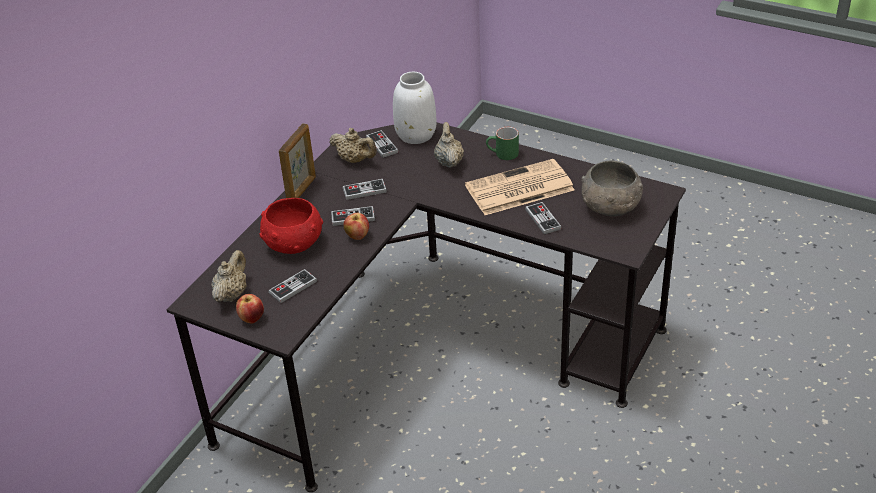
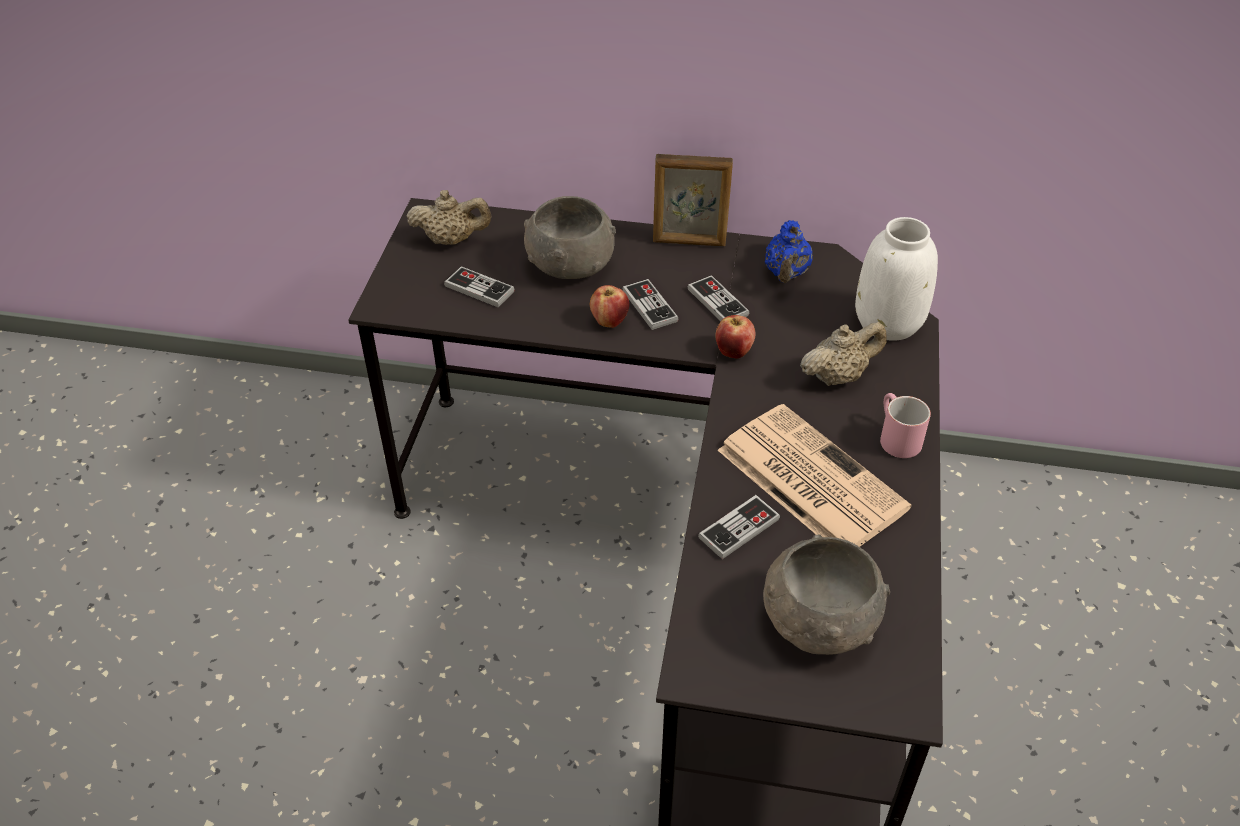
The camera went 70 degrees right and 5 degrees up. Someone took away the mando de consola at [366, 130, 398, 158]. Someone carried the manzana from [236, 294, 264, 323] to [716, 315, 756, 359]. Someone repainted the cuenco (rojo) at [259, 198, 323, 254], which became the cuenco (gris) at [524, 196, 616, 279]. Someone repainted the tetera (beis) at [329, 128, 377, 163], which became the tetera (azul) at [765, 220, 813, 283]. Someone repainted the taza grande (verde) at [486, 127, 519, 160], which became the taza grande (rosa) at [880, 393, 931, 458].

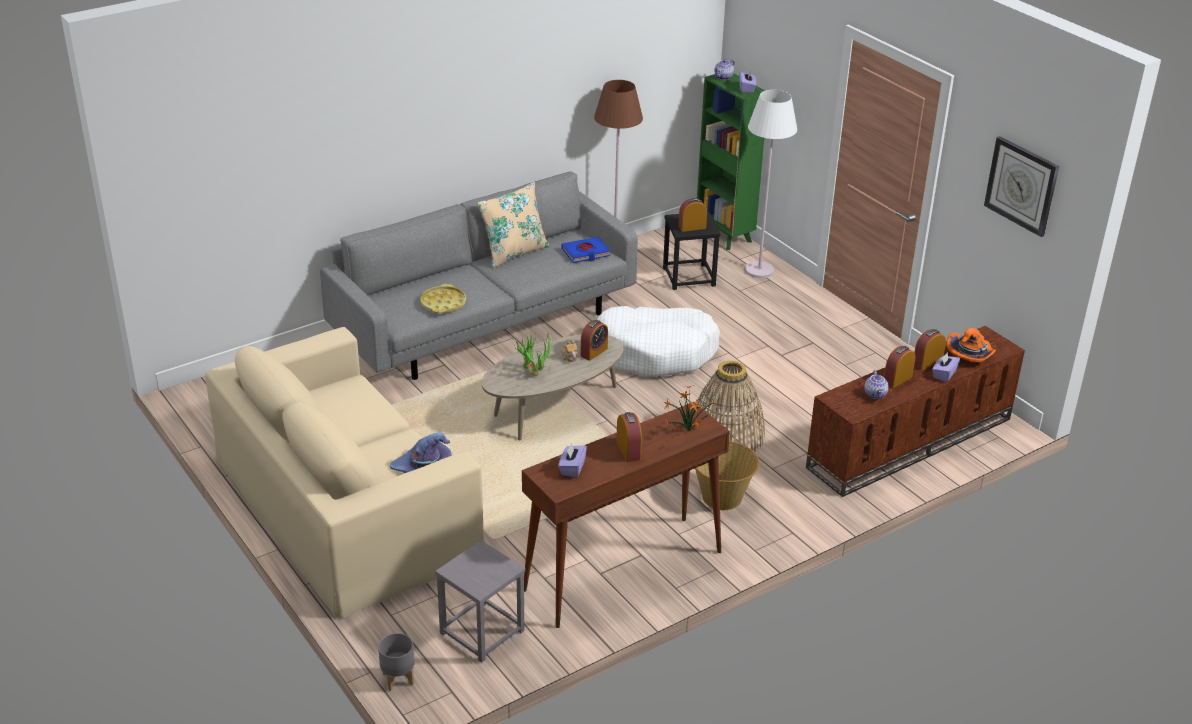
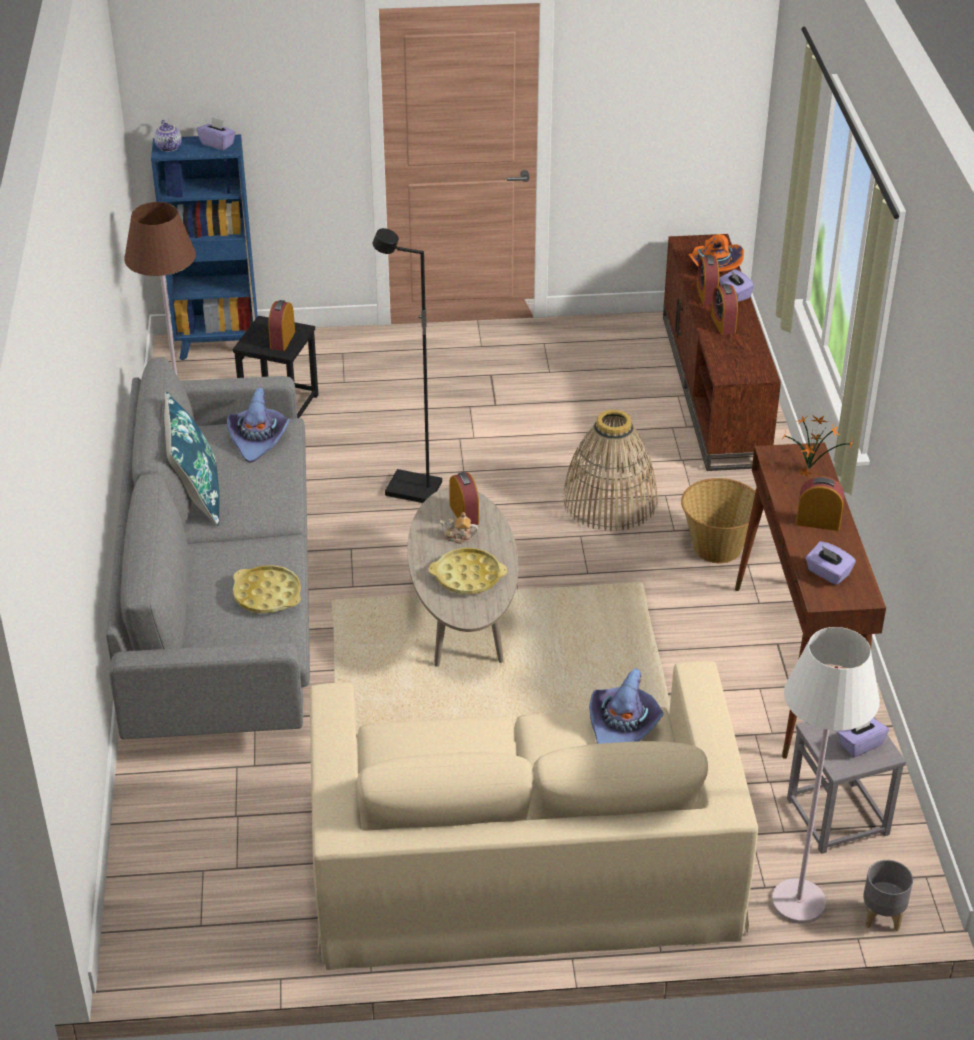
The camera went 60 degrees left and 5 degrees up. Someone took away the tetera at [864, 370, 889, 399]. Someone took away the reloj de pared at [984, 136, 1059, 237]. Someone put down the caja de pañuelos (morado) at [838, 718, 889, 757]. Someone carried the lámpara de pie (blanco) from [745, 90, 797, 278] to [772, 627, 880, 924]. Someone swapped the planta en maceta at [513, 333, 552, 376] for the bandeja (amarillo) at [429, 548, 507, 594]. Someone swapped the libro (azul) at [561, 237, 610, 263] for the sombrero (morado) at [227, 388, 290, 463]. Someone swapped the cama para perro (blanco) at [596, 306, 720, 377] for the lámpara de pie (negro) at [373, 228, 442, 503]. Someone repainted the cojín (beis) at [477, 182, 549, 268], which became the cojín (azul) at [164, 392, 219, 526]. Someone repainted the estantería (verde) at [697, 74, 765, 250], which became the estantería (azul) at [151, 134, 257, 360].

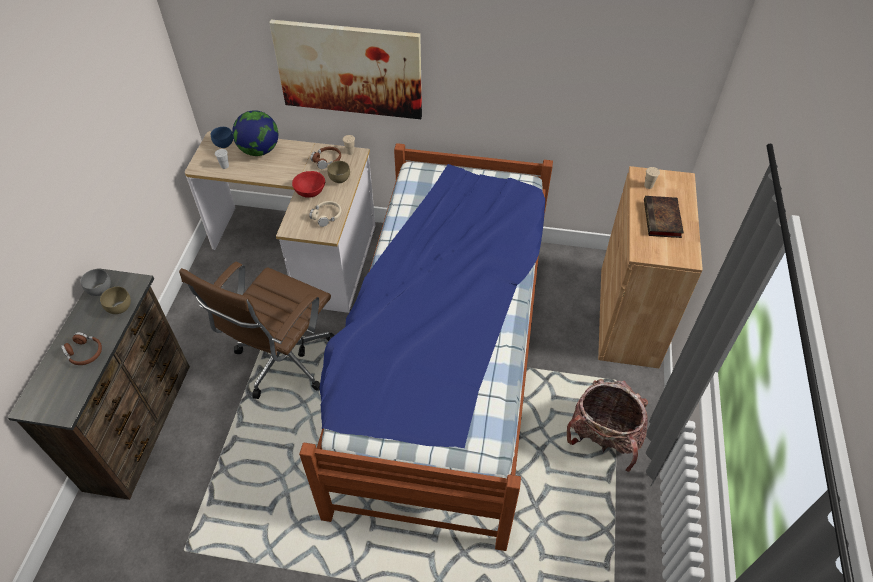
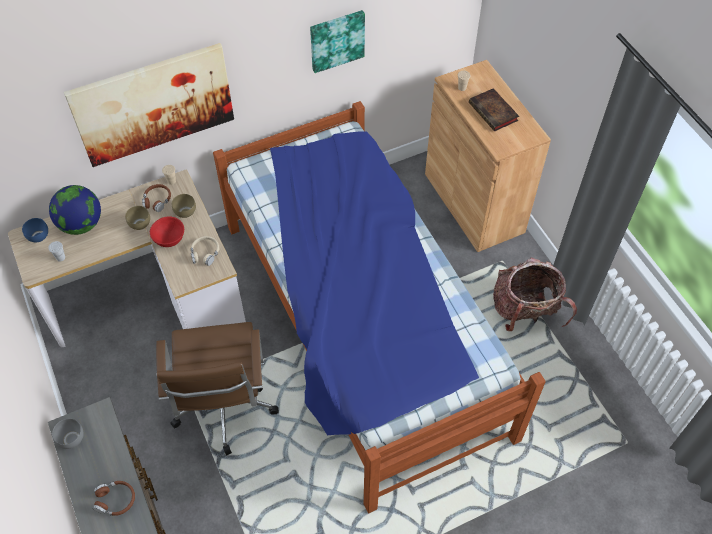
The camera went 35 degrees left and 5 degrees up. Someone put up the cuadro at [310, 10, 365, 73]. Someone carried the cuenco (marrón) from [100, 287, 131, 314] to [125, 206, 150, 230].

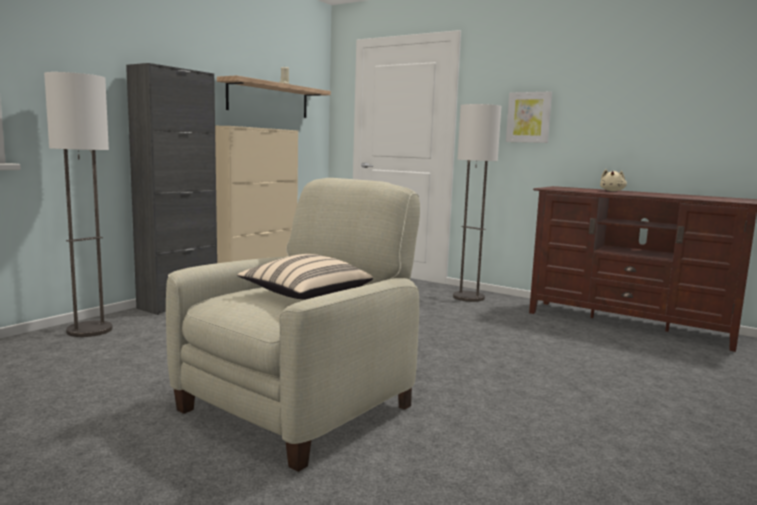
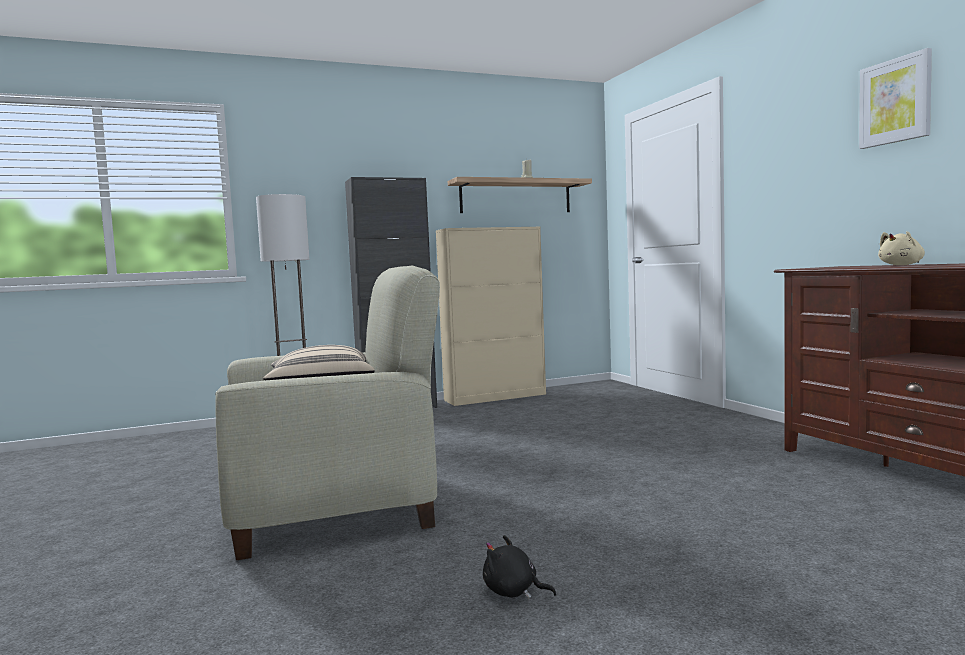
The camera went 35 degrees right and 5 degrees down. Someone took away the lámpara de pie at [453, 104, 501, 302]. Someone put down the peluche (negro) at [483, 535, 557, 599]. Someone carried the cuadro from [506, 91, 552, 143] to [859, 48, 932, 149].

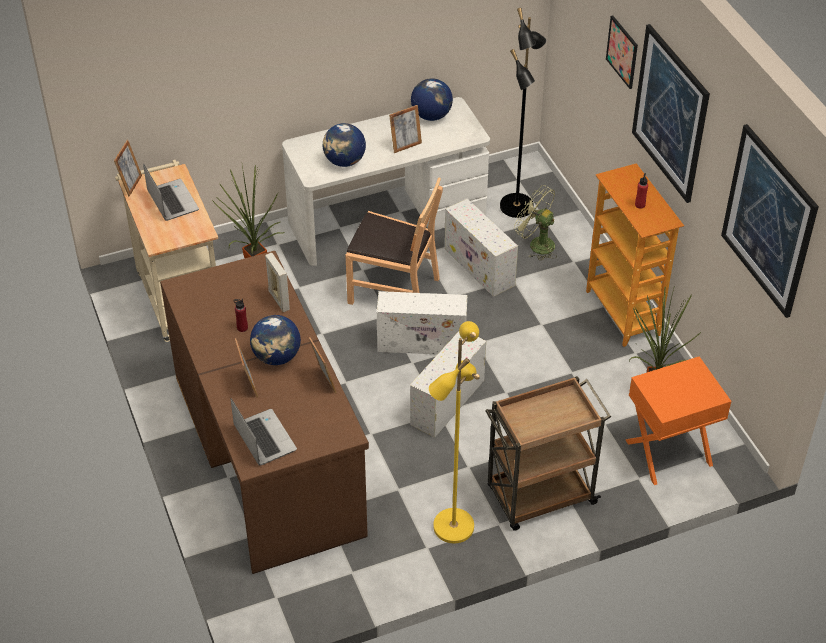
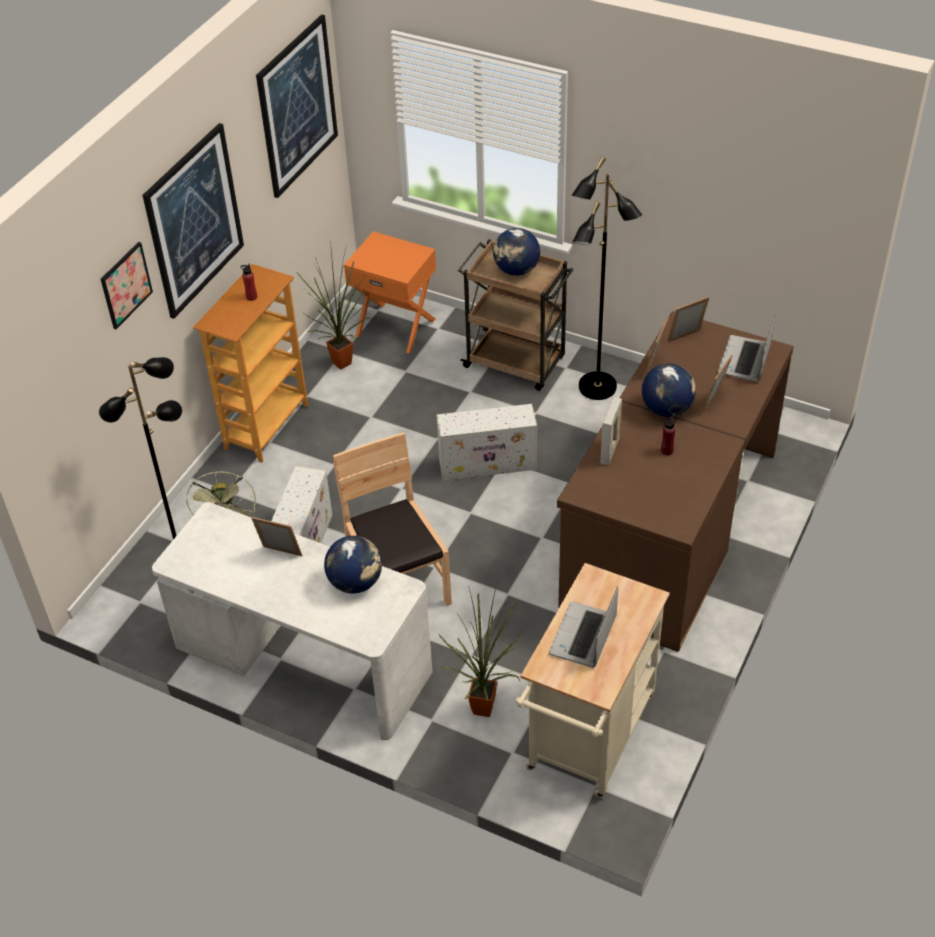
The camera went 130 degrees left and 0 degrees up. Someone took away the caja de almacenaje (blanco) at [377, 291, 467, 354]. Someone carried the portarretratos from [114, 140, 142, 196] to [667, 297, 709, 342]. Someone carried the globo terráqueo from [411, 78, 453, 121] to [493, 228, 540, 276]. Someone repainted the lámpara de pie (amarillo) at [429, 321, 480, 543], which became the lámpara de pie (negro) at [571, 157, 642, 400].

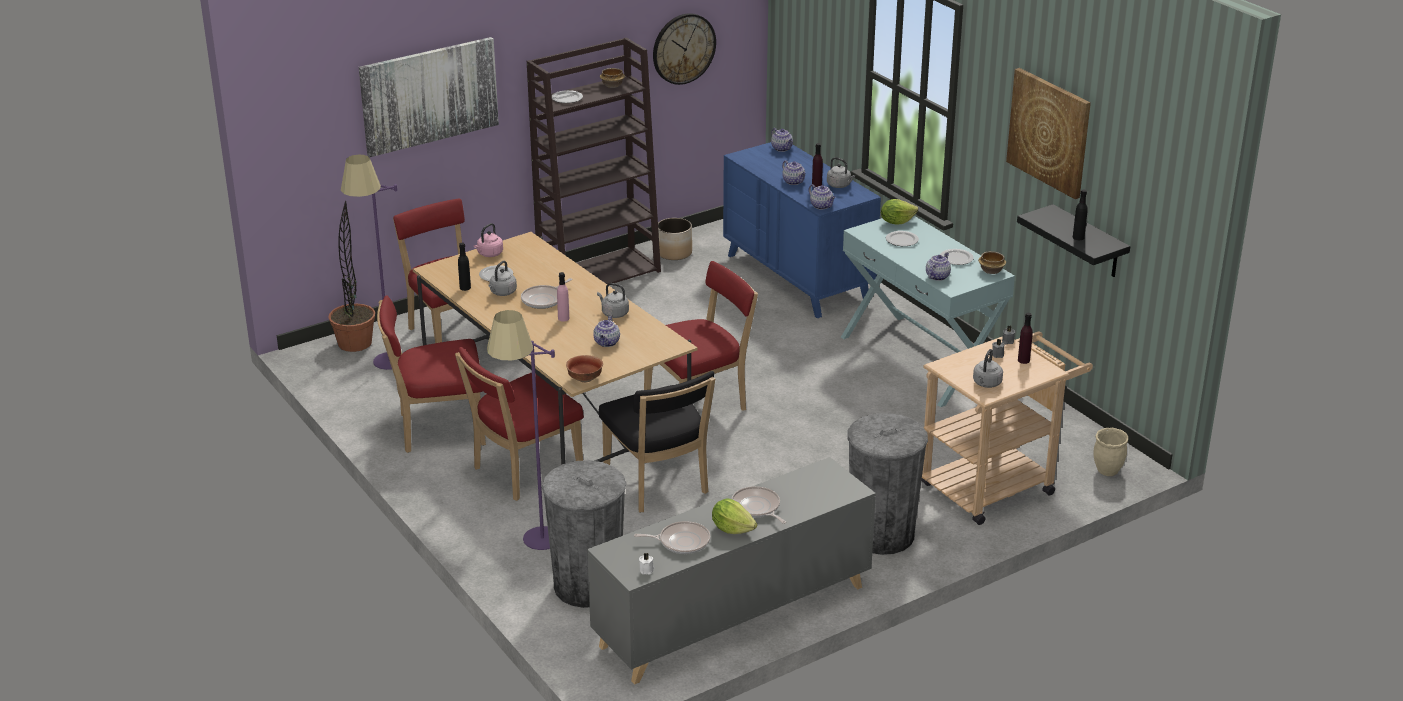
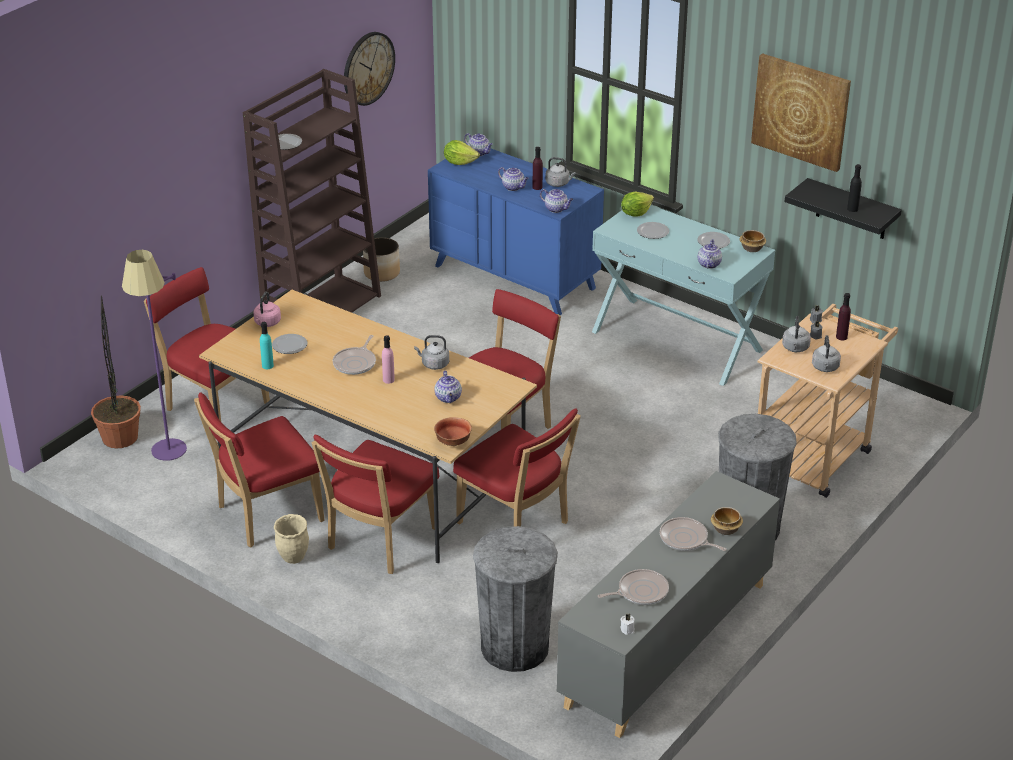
The camera went 20 degrees left and 5 degrees up. Someone took away the cuadro at [359, 37, 499, 157]. Someone took away the lámpara de pie (morado) at [487, 310, 555, 550]. Someone carried the hervidor (gris) from [488, 261, 517, 296] to [782, 316, 811, 352]. Someone carried the cuenco from [600, 68, 625, 88] to [711, 507, 743, 535]. Someone carried the lechuga from [712, 498, 757, 534] to [444, 140, 480, 165]. Someone carried the maceta (beis) from [1093, 428, 1128, 476] to [274, 514, 309, 564]. Someone repainted the botella (negro) at [458, 243, 471, 291], which became the botella (turquesa) at [260, 322, 274, 369]. Someone repainted the silla (negro) at [599, 371, 715, 512], which became the silla (rojo) at [453, 408, 581, 527].

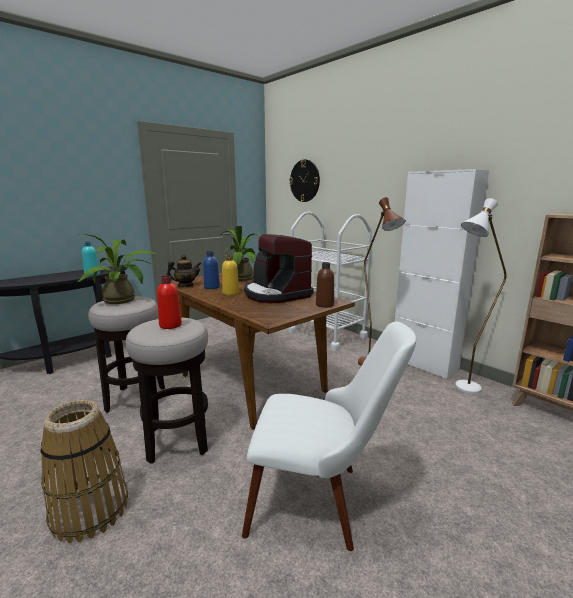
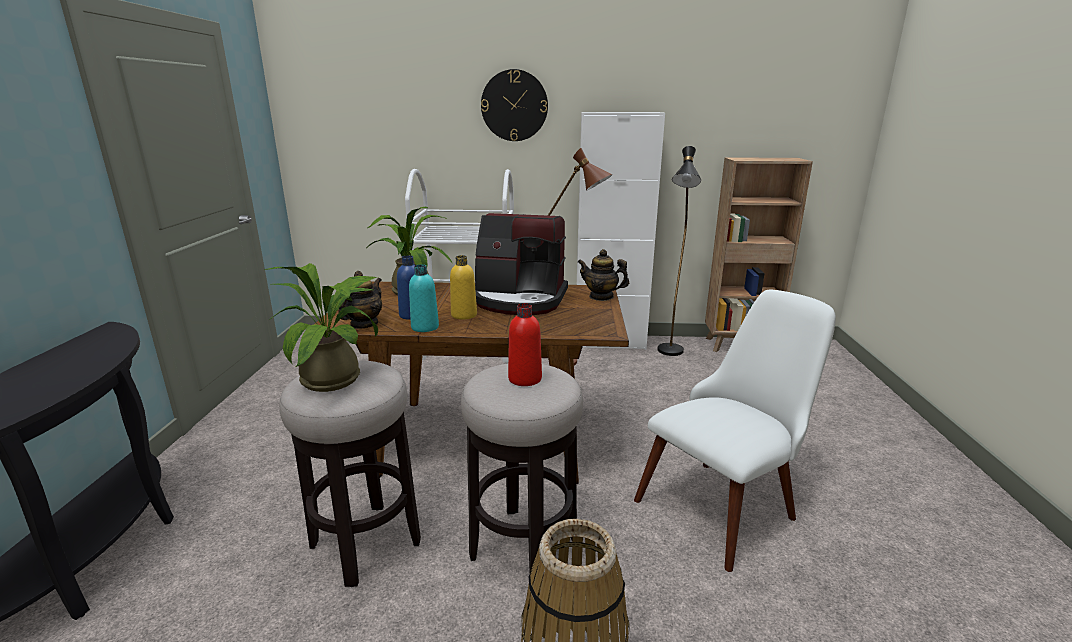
The camera went 45 degrees left and 5 degrees up. Someone carried the botella (turquesa) from [82, 242, 100, 276] to [409, 264, 439, 332]. Someone carried the reloj de pared from [289, 160, 320, 202] to [481, 69, 548, 141]. Someone swapped the botella (marrón) at [316, 262, 334, 308] for the tetera at [578, 249, 629, 301]. Someone repainted the lámpara de pie (blanco) at [455, 198, 507, 394], which became the lámpara de pie (negro) at [657, 146, 701, 356].

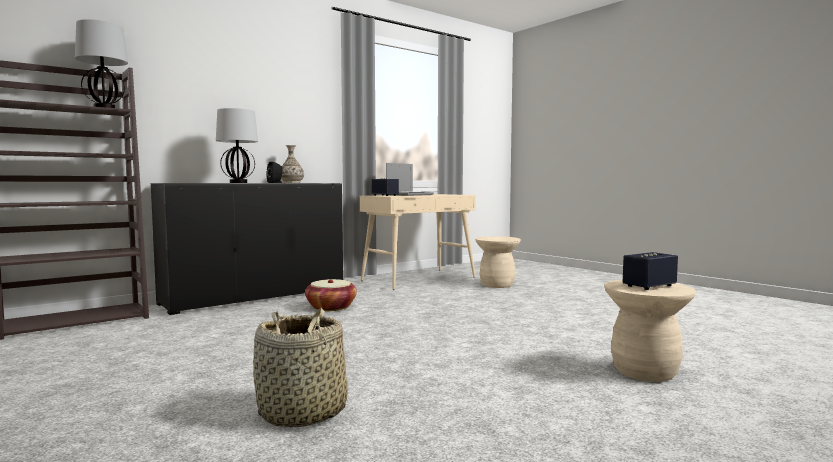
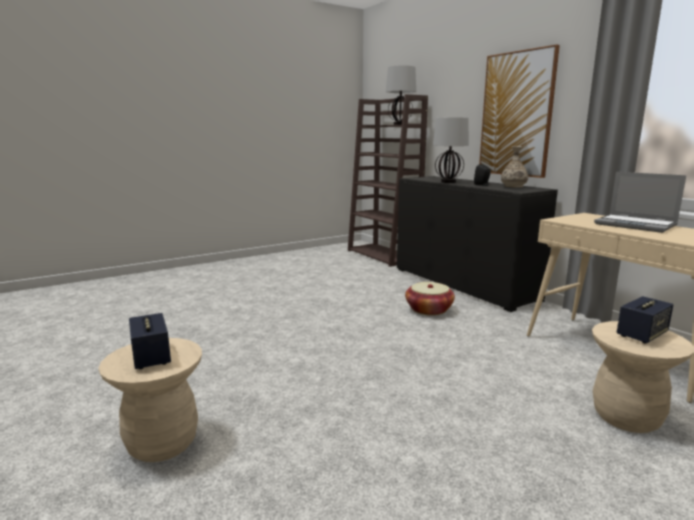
The camera went 95 degrees right and 10 degrees up. Someone took away the cesta at [253, 308, 347, 428]. Someone put up the cuadro at [479, 44, 560, 178]. Someone carried the altavoz from [371, 178, 399, 196] to [616, 296, 673, 344].

